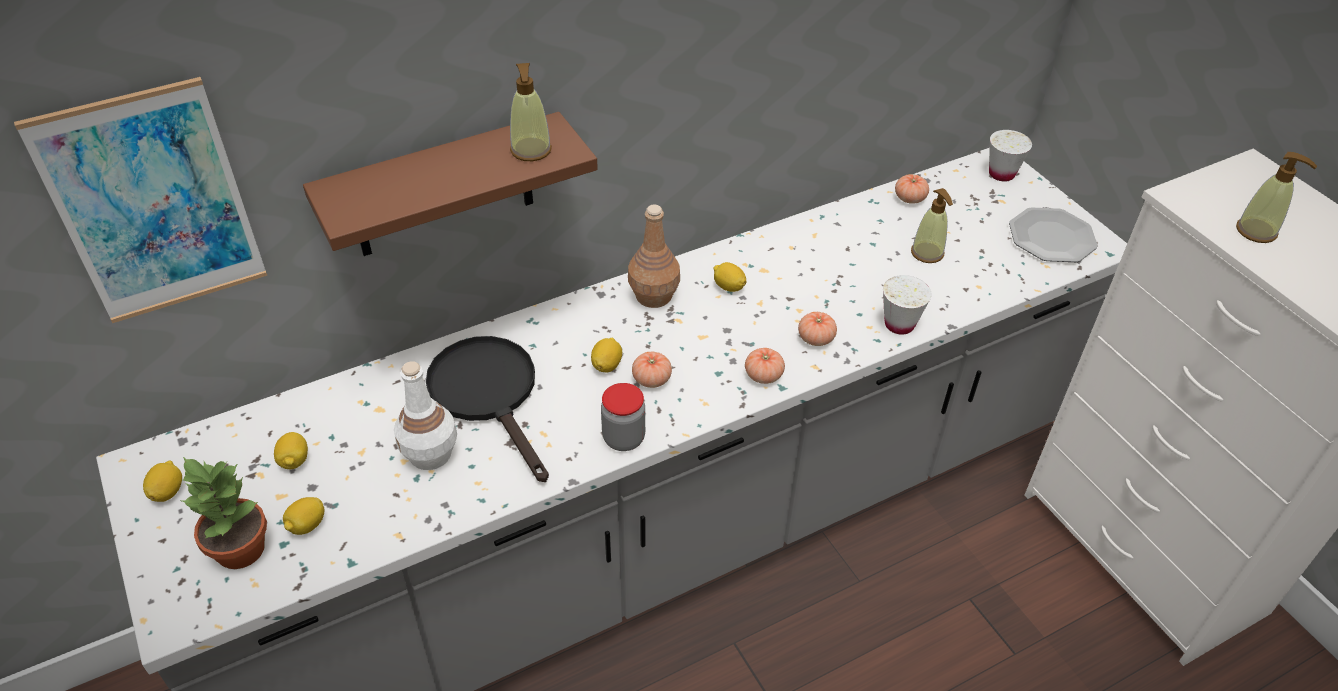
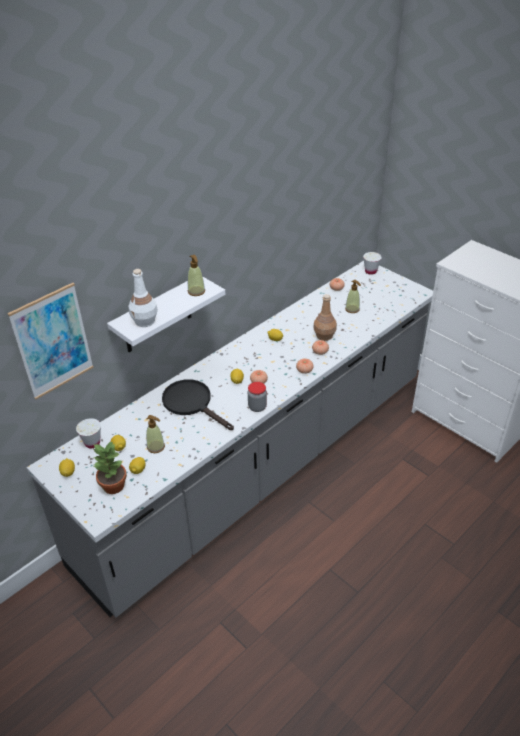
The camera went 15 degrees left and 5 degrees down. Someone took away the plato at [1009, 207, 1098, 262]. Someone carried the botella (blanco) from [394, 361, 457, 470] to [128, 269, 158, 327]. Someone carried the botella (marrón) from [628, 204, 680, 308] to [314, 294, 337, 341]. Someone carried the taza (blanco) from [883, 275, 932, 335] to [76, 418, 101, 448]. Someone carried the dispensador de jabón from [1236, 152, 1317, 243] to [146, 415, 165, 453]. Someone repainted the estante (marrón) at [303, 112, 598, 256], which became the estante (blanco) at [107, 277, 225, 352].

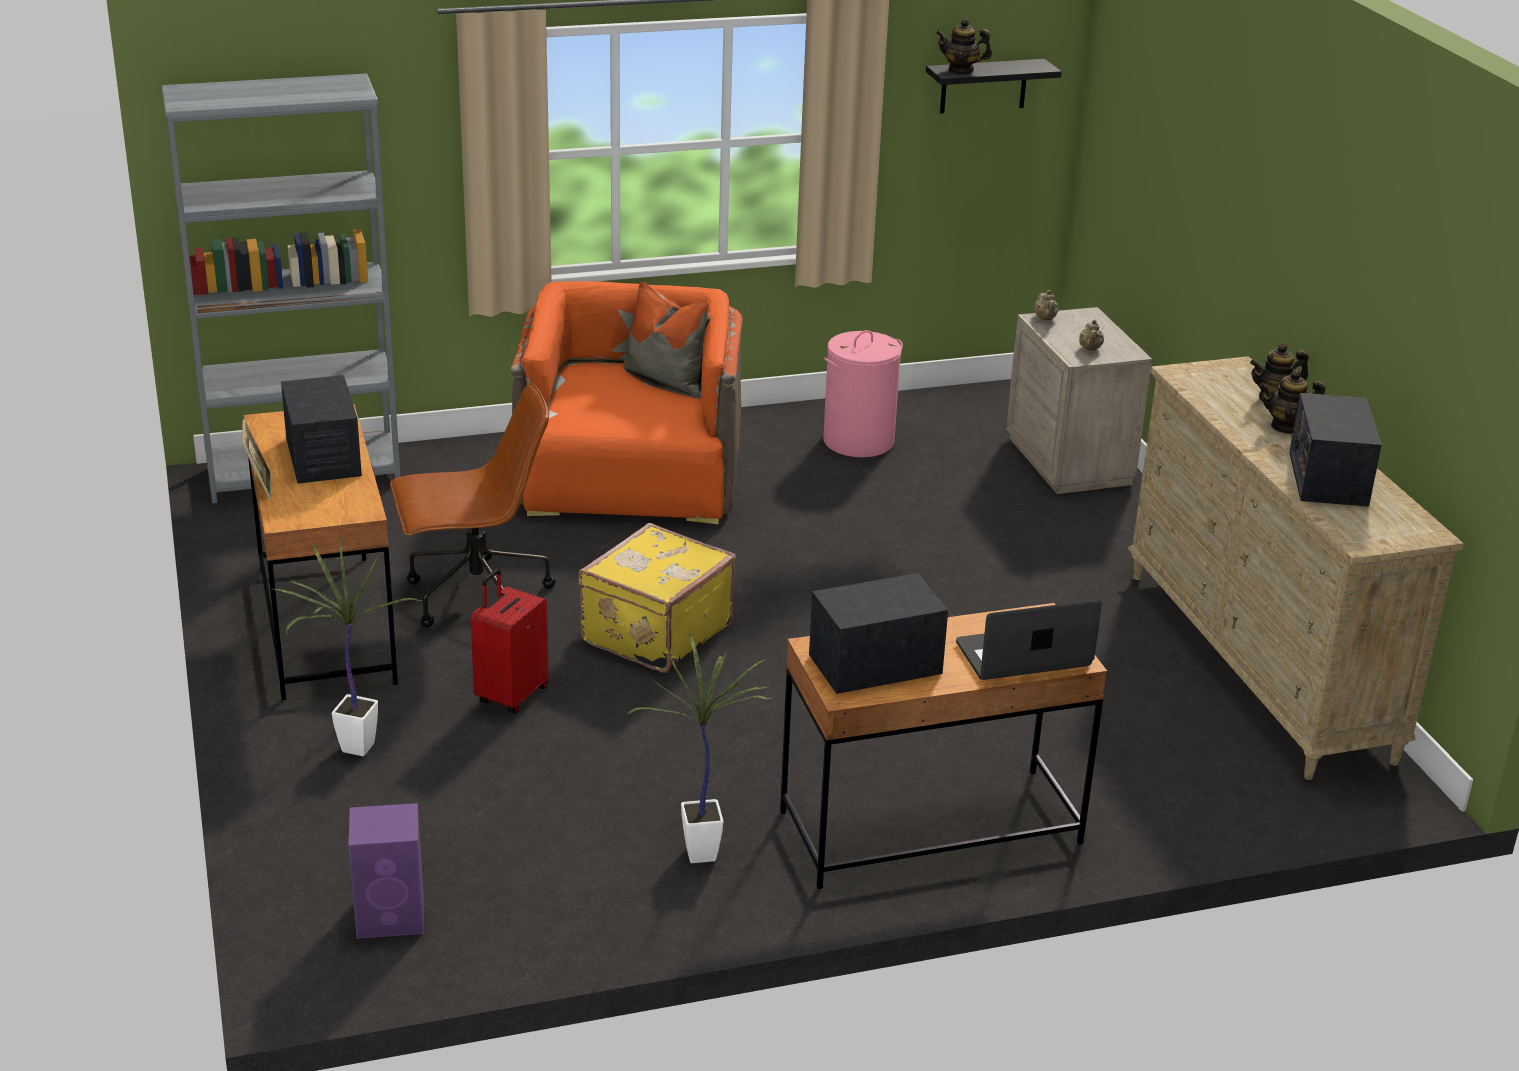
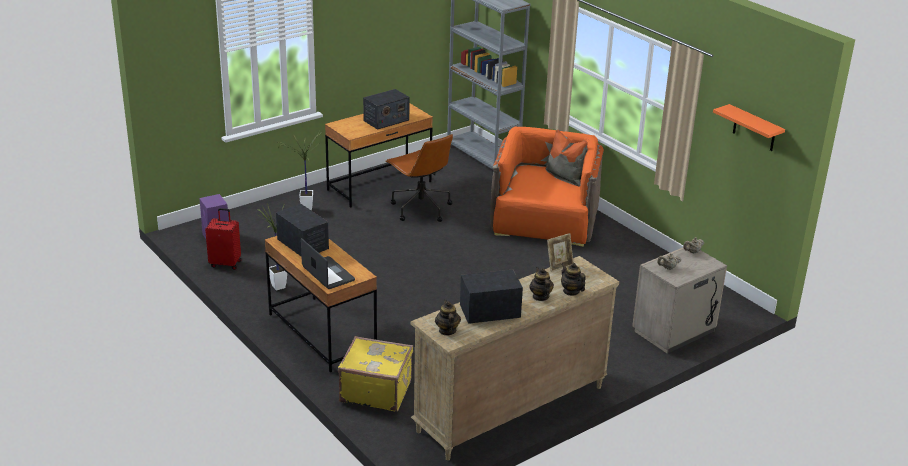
The camera went 70 degrees right and 0 degrees up. Someone took away the cesto de la ropa (rosa) at [823, 330, 903, 457]. Someone carried the portarretratos from [242, 419, 272, 499] to [547, 233, 573, 272]. Someone carried the maleta (rojo) from [471, 569, 549, 713] to [205, 208, 241, 270]. Someone carried the maleta (amarillo) from [579, 523, 736, 673] to [338, 336, 413, 412]. Someone carried the tetera from [936, 19, 992, 75] to [435, 300, 461, 336]. Someone repainted the estante (negro) at [926, 59, 1062, 114], which became the estante (naranja) at [713, 104, 785, 151]. Someone rotated the sillón (naranja) at [511, 281, 743, 525] by 60 degrees counterclockwise.

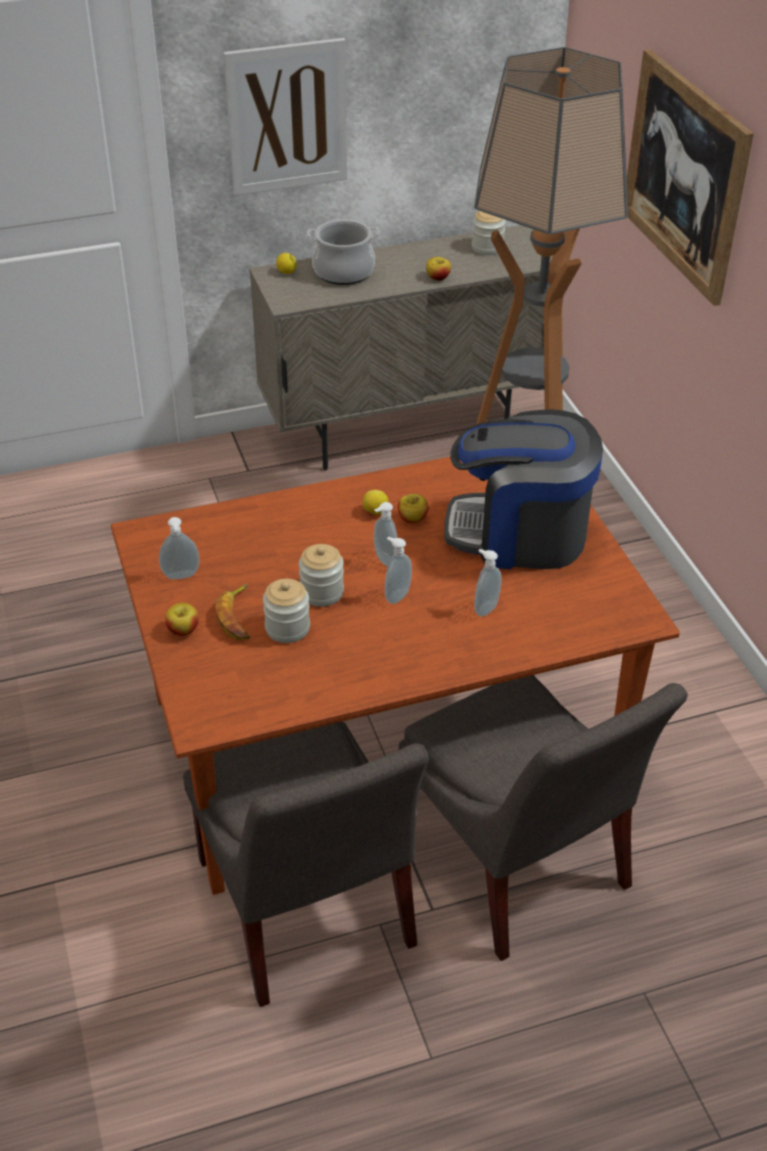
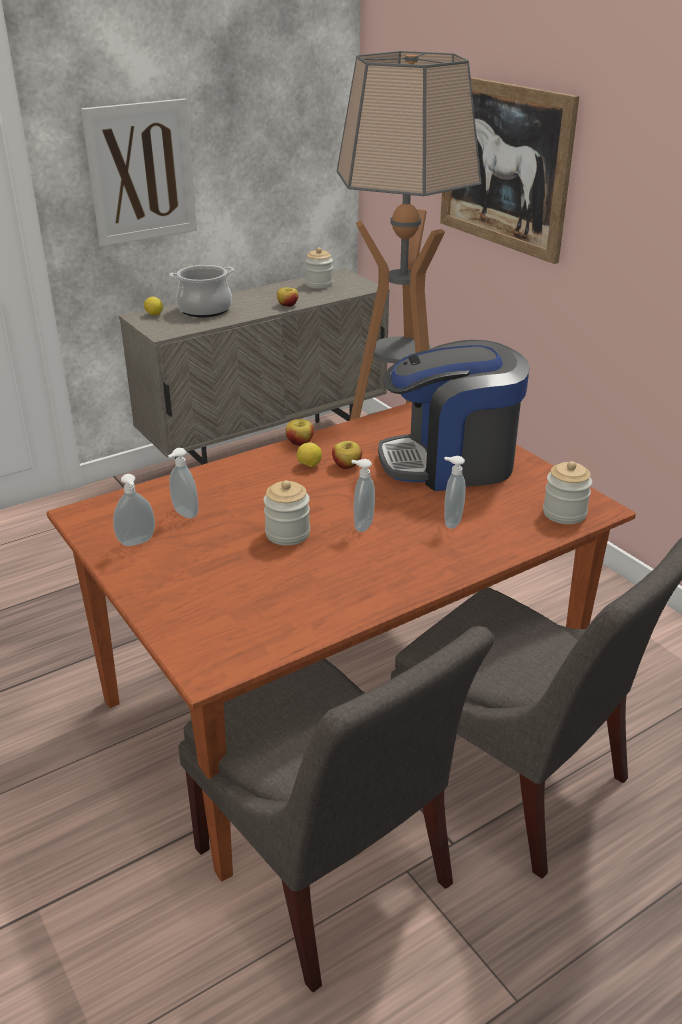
The camera went 15 degrees left and 10 degrees down. Someone took away the plátano at [215, 584, 250, 640]. Someone carried the manzana from [165, 603, 199, 636] to [286, 419, 314, 446]. Someone carried the tarro from [263, 579, 310, 643] to [543, 461, 592, 524]. Someone carried the dispensador de jabón from [374, 502, 398, 567] to [168, 448, 198, 519].

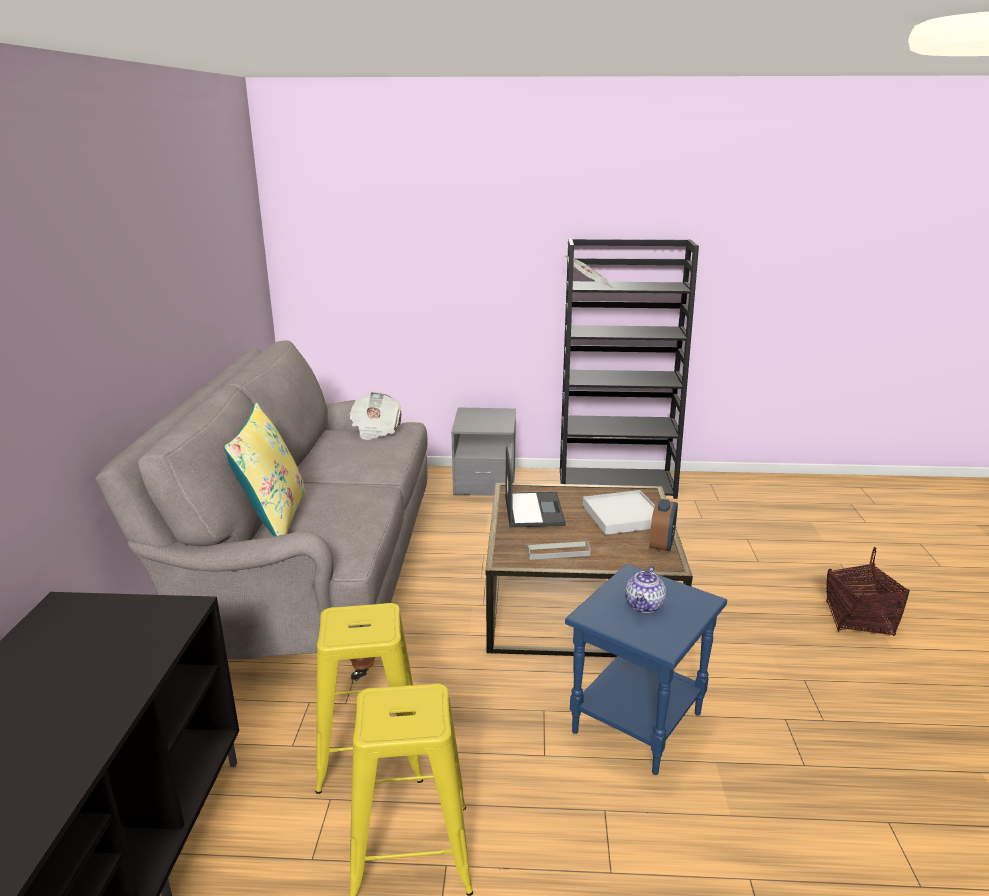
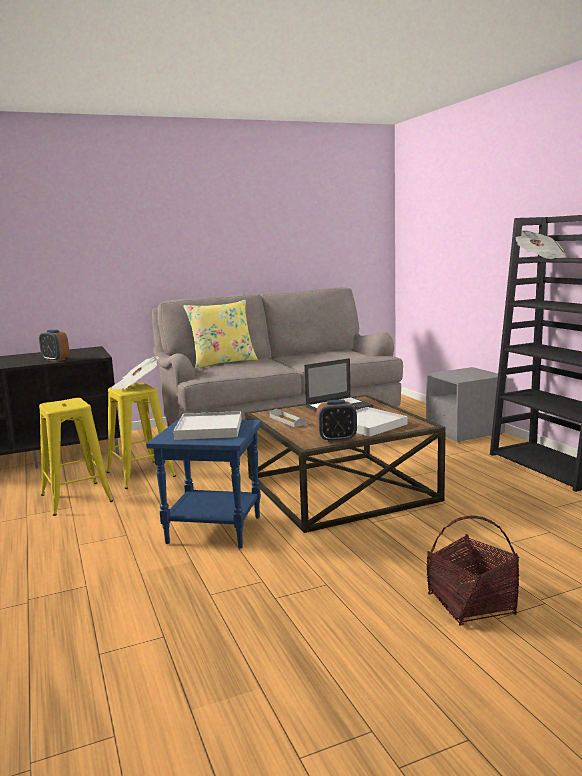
The camera went 65 degrees right and 10 degrees down. Someone put down the despertador at [39, 330, 69, 362]. Someone carried the periódico from [349, 391, 402, 440] to [111, 356, 159, 390]. Someone swapped the tetera at [625, 566, 666, 613] for the bandeja (blanco) at [173, 411, 242, 440].

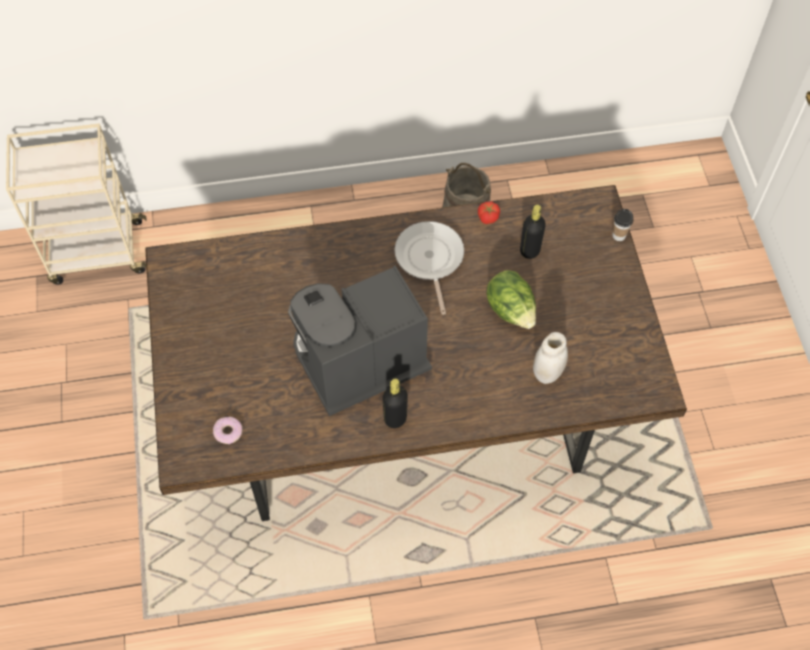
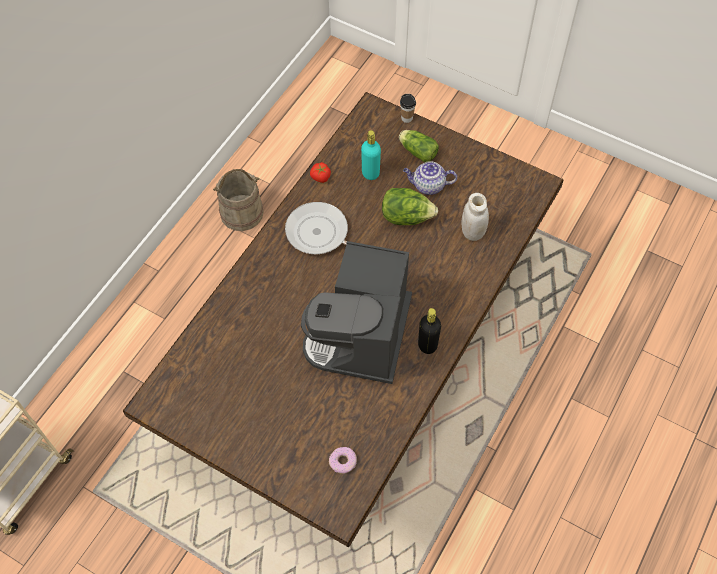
The camera went 50 degrees left and 0 degrees up. Someone put down the lechuga at [399, 130, 439, 162]. Someone put down the tetera at [403, 161, 457, 195]. Someone repainted the botella (negro) at [520, 205, 546, 259], which became the botella (turquesa) at [361, 130, 381, 180].

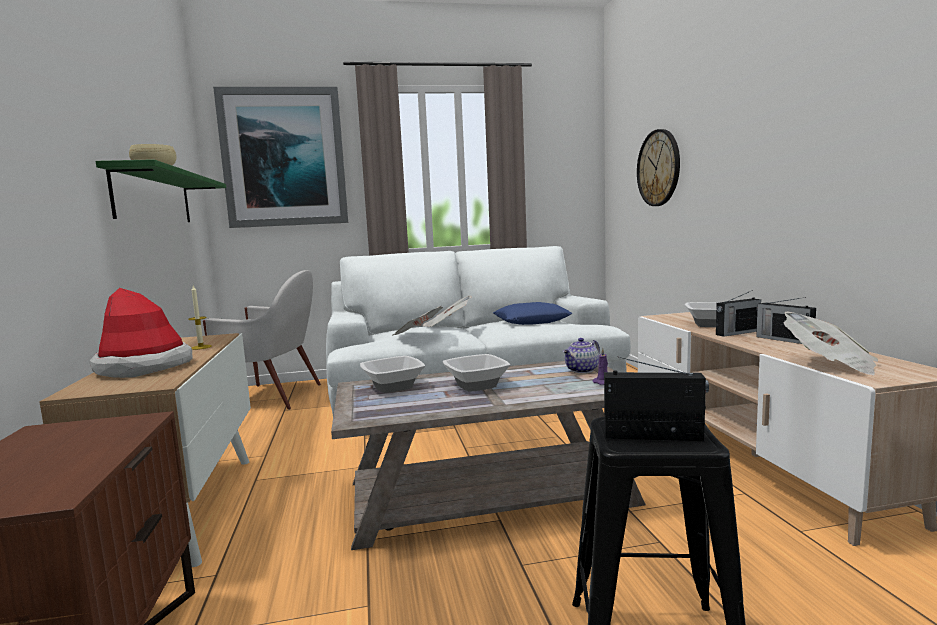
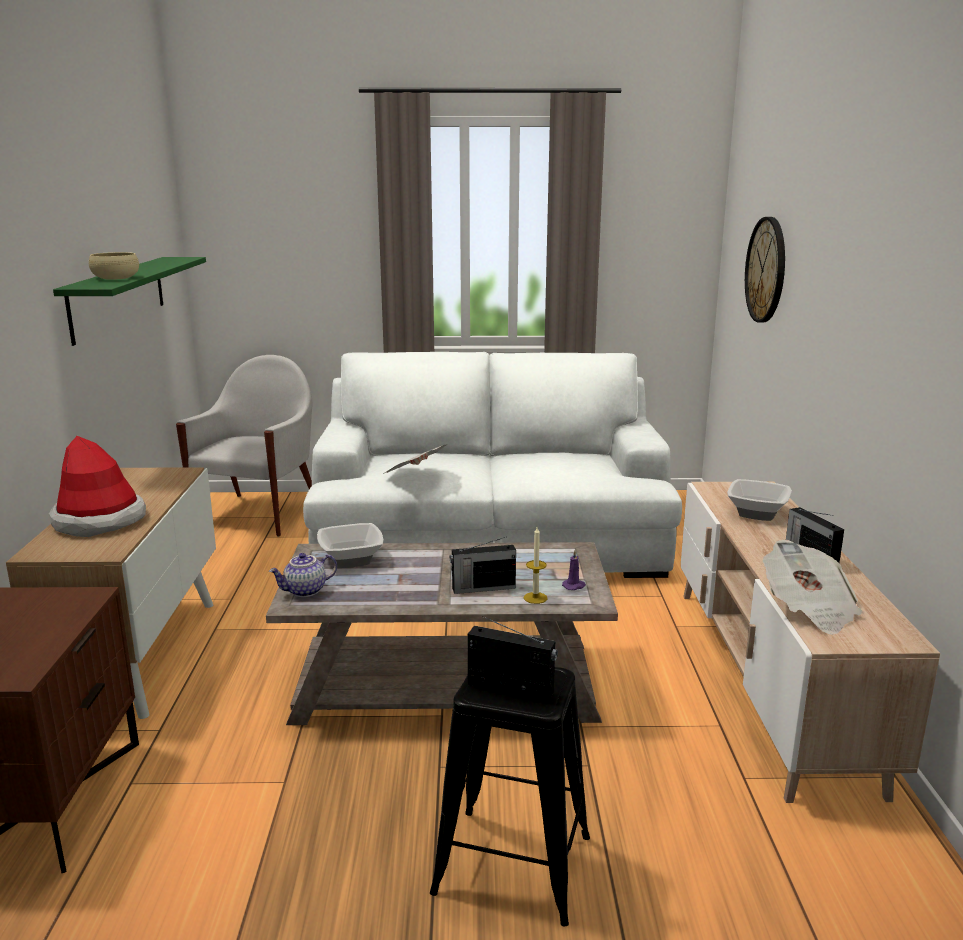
The camera went 10 degrees right and 10 degrees up. Someone took away the cuadro at [213, 87, 348, 228]. Someone took away the periódico at [422, 296, 472, 327]. Someone took away the cuenco at [443, 354, 510, 392]. Someone took away the cojín (azul) at [493, 302, 572, 325]. Someone carried the vela from [188, 286, 212, 350] to [524, 527, 548, 604]. Someone carried the tetera from [563, 338, 600, 373] to [269, 553, 337, 597]. Someone carried the radio from [716, 290, 761, 337] to [450, 537, 516, 594]. Someone rotated the sillón (blanco) at [203, 270, 321, 410] by 90 degrees counterclockwise.

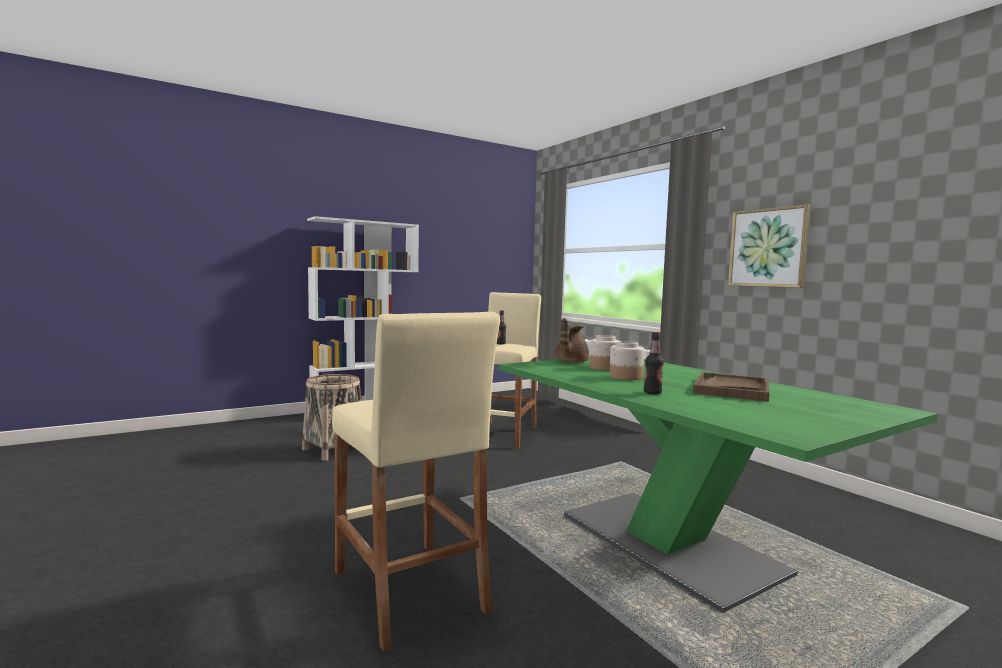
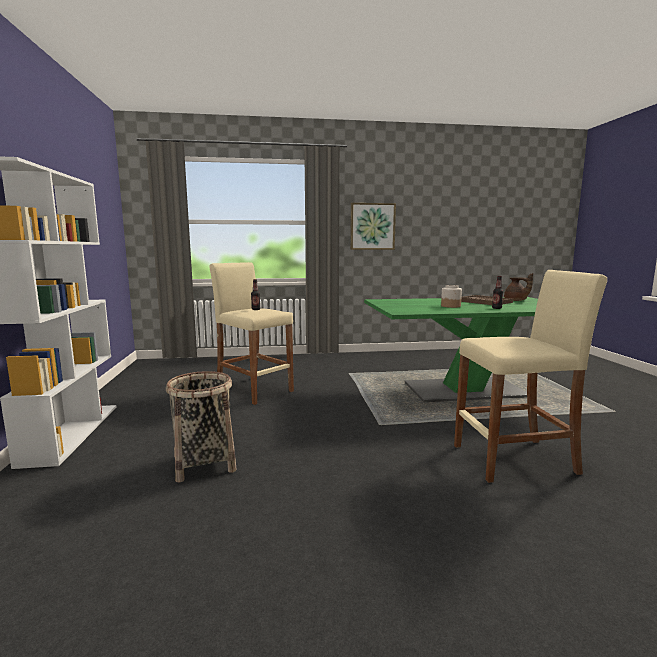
The camera went 65 degrees left and 5 degrees up. Someone took away the tarro at [589, 335, 619, 371]. Someone carried the tetera (marrón) from [555, 318, 589, 363] to [504, 273, 533, 301].

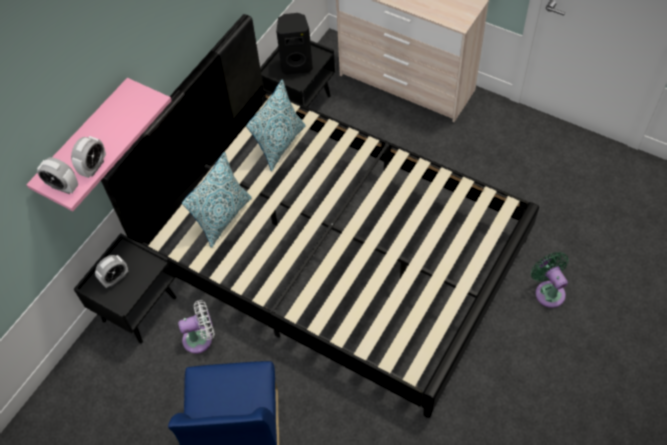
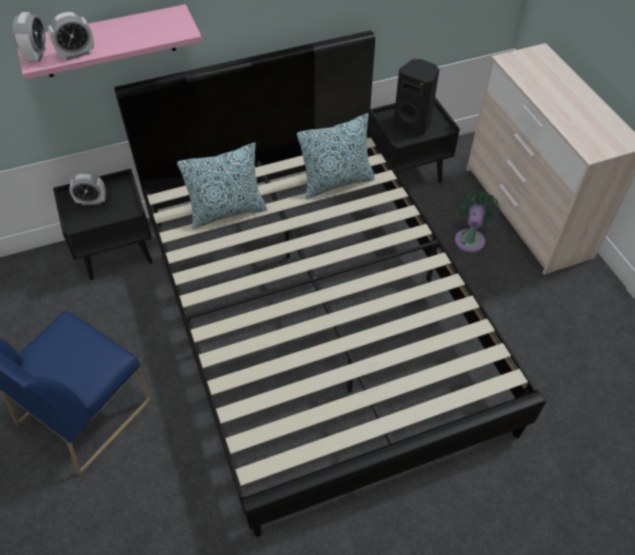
The camera went 35 degrees right and 5 degrees down. Someone took away the ventilador (blanco) at [178, 300, 215, 354]. Someone carried the ventilador (verde) from [531, 252, 569, 308] to [455, 190, 500, 253]. Someone rotated the despertador at [37, 157, 78, 194] by 150 degrees counterclockwise.

